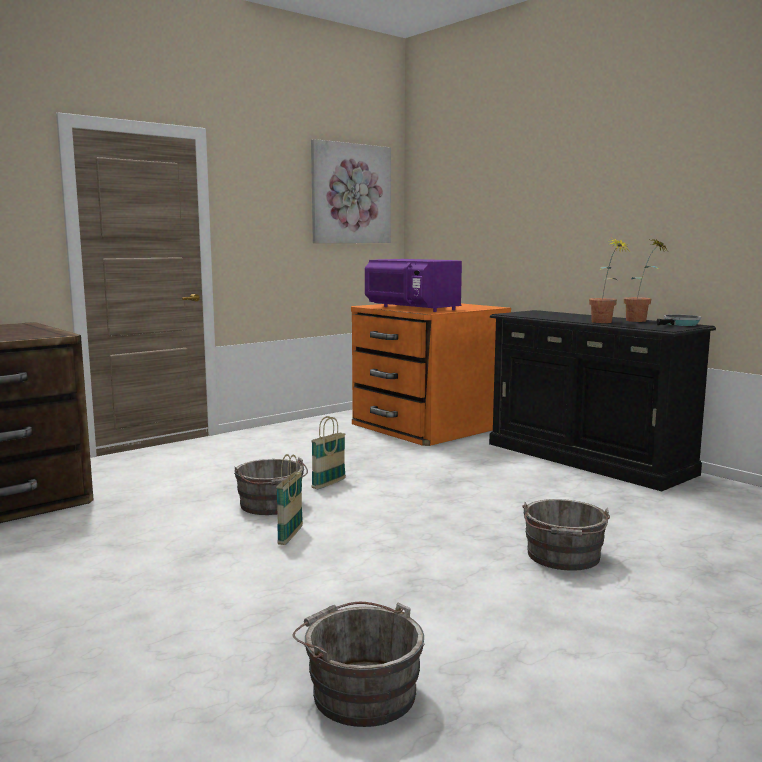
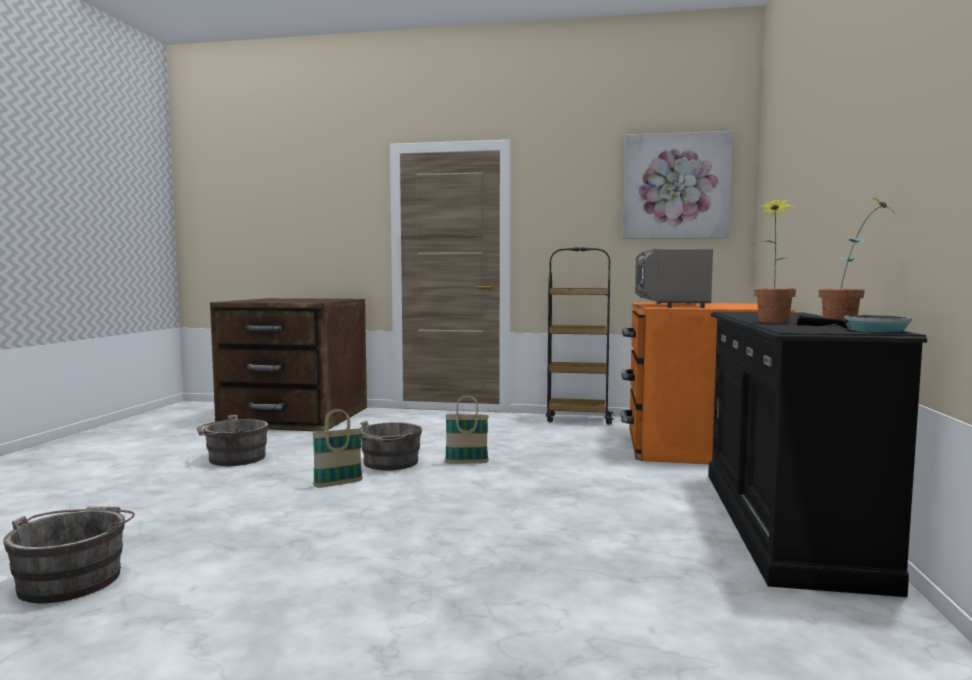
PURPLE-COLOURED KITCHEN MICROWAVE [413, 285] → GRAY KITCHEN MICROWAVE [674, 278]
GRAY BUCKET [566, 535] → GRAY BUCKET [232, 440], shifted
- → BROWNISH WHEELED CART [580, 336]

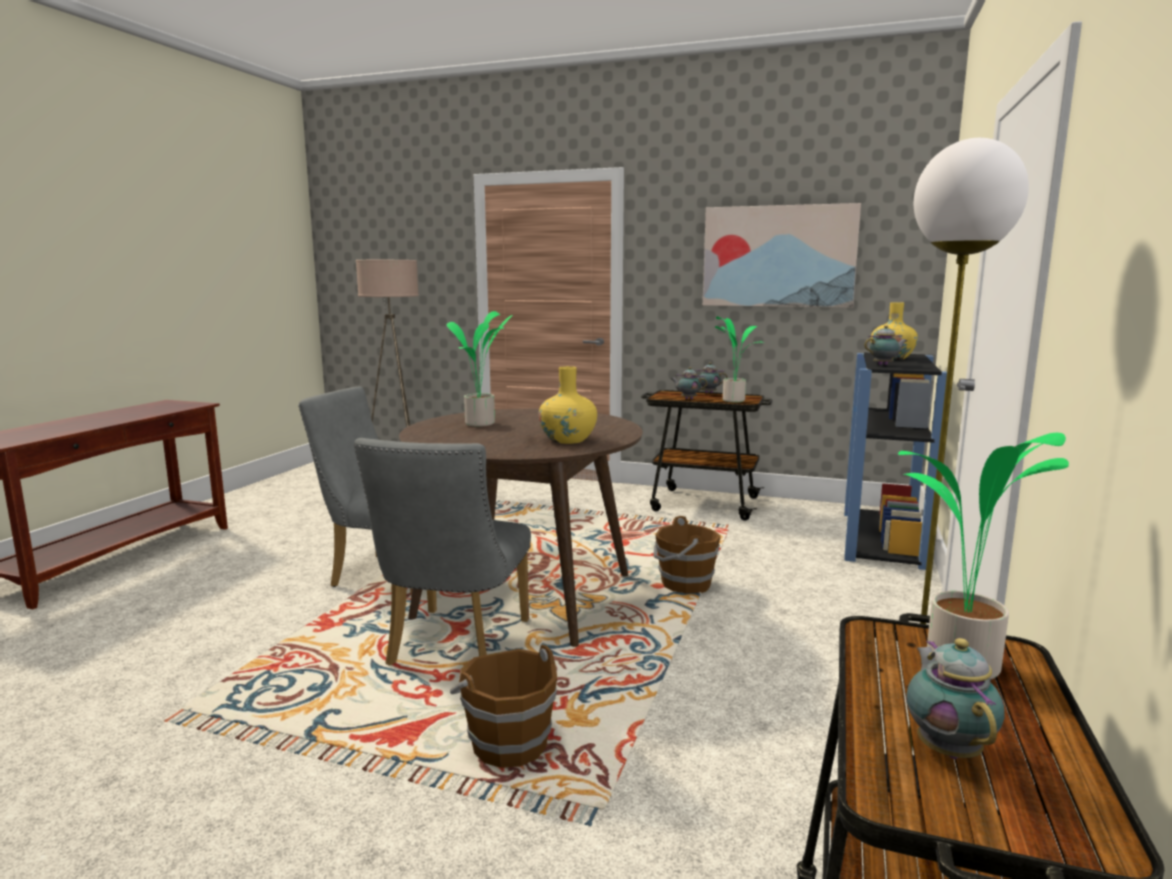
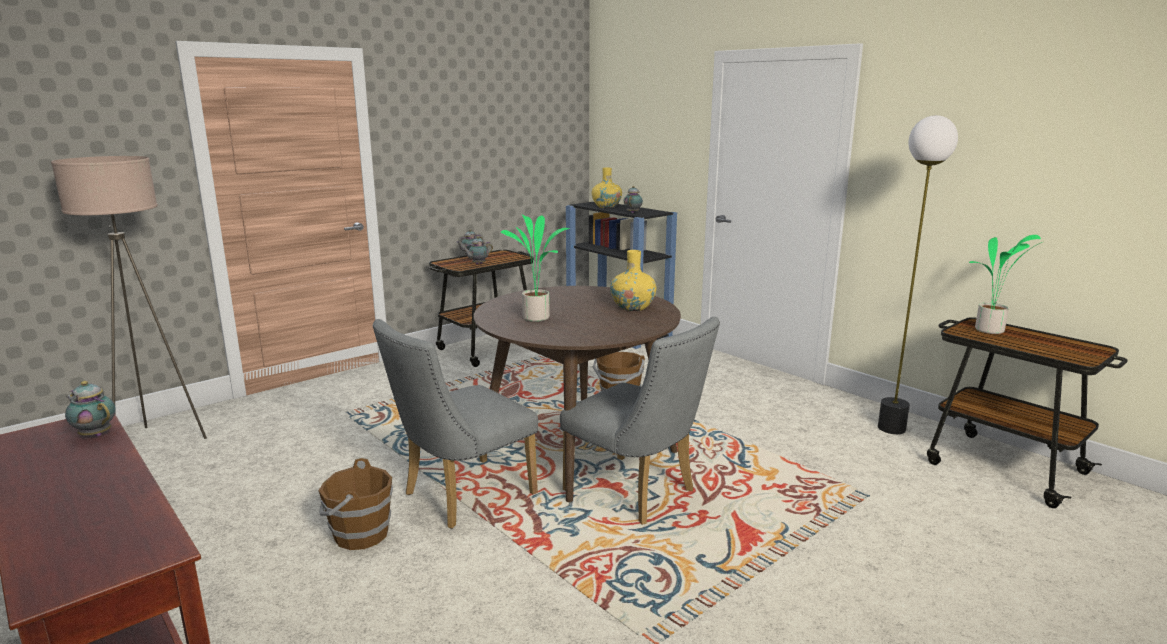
BROWNISH BUCKET [503, 706] → BROWNISH BUCKET [355, 504], shifted
WALL PICTURE [782, 255] → -
PLANT IN A POT [739, 359] → -
TEAPOT [955, 698] → TEAPOT [90, 409], shifted

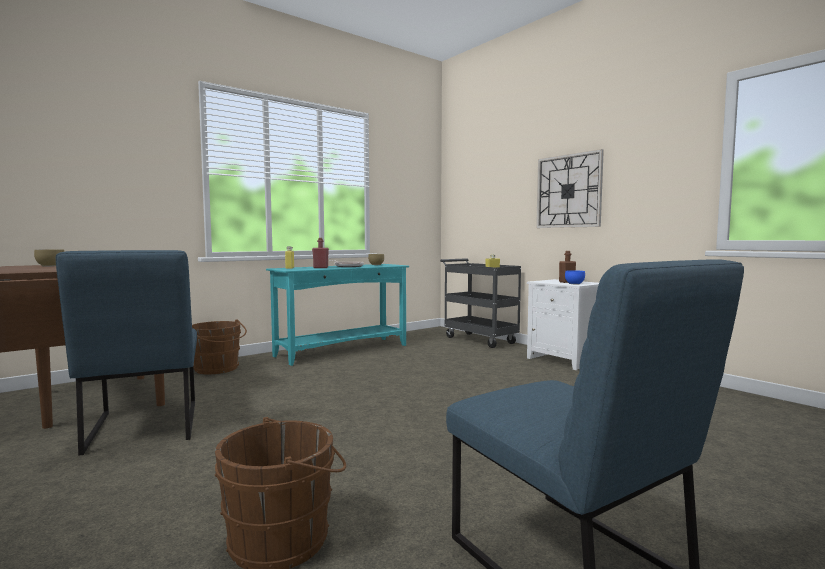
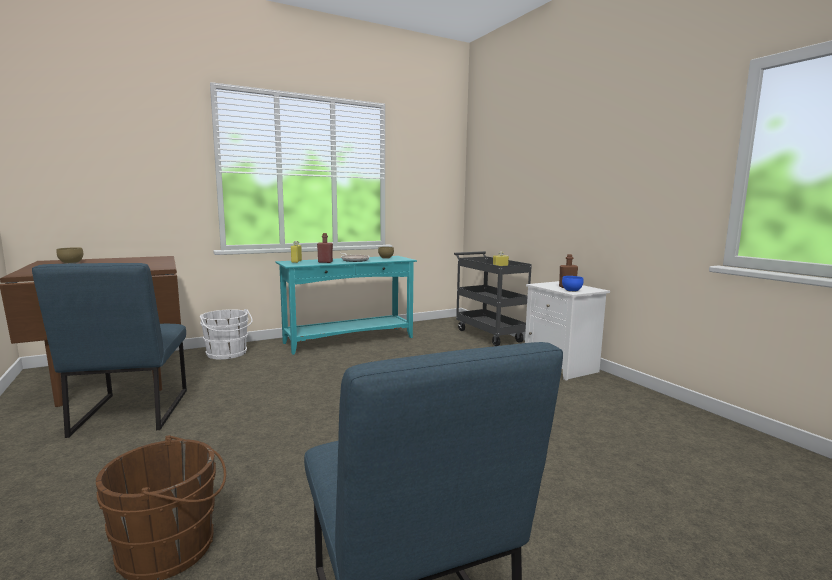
BROWNISH BUCKET [219, 346] → WHITE-COLOURED BUCKET [226, 334]
WALL CLOCK [570, 188] → -

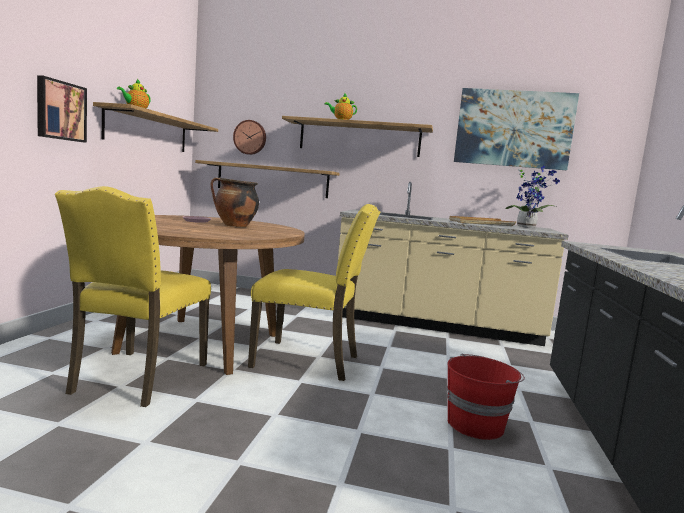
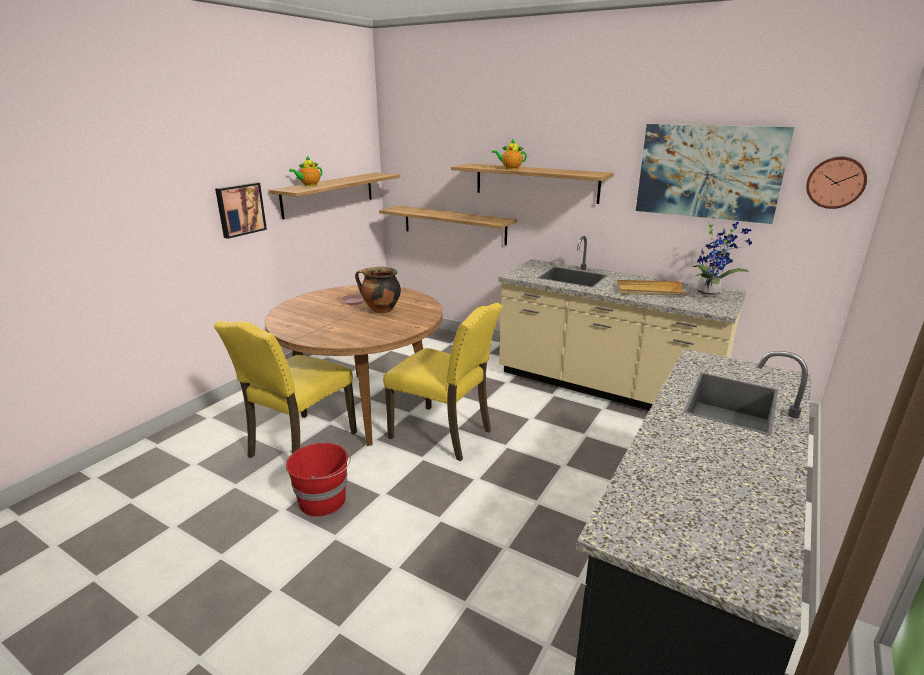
WALL CLOCK [249, 137] → WALL CLOCK [836, 183], shifted
REDDISH BUCKET [486, 397] → REDDISH BUCKET [318, 479], shifted

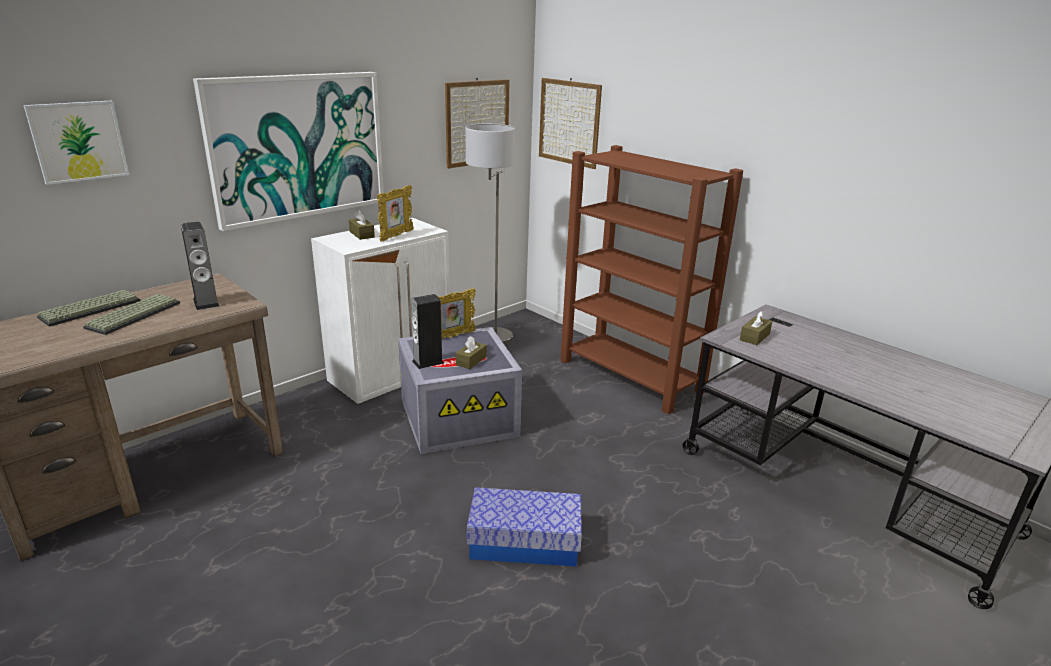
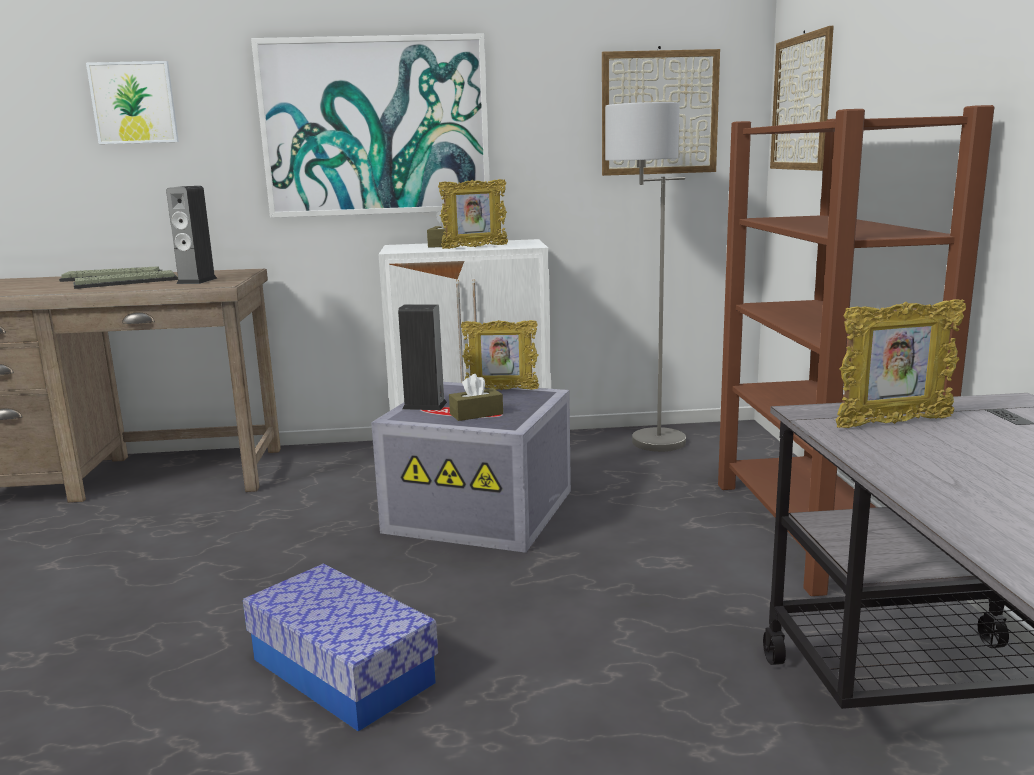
BROWNISH TISSUE HOLDER [756, 328] → STANDING FRAME [901, 363]

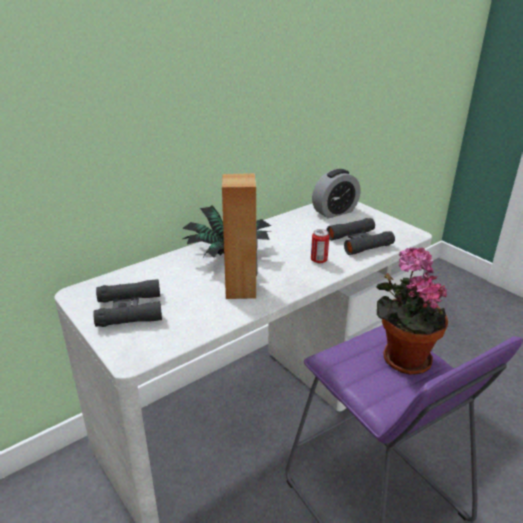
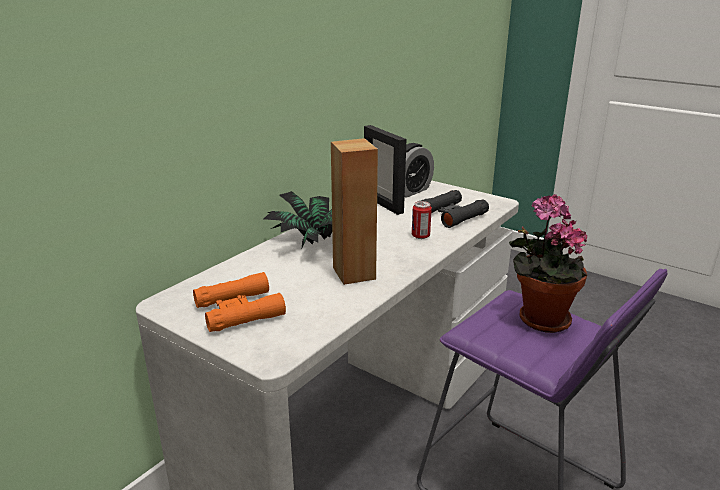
BLACKISH FIELD GLASSES [128, 303] → ORANGE FIELD GLASSES [239, 302]
- → STANDING FRAME [385, 170]

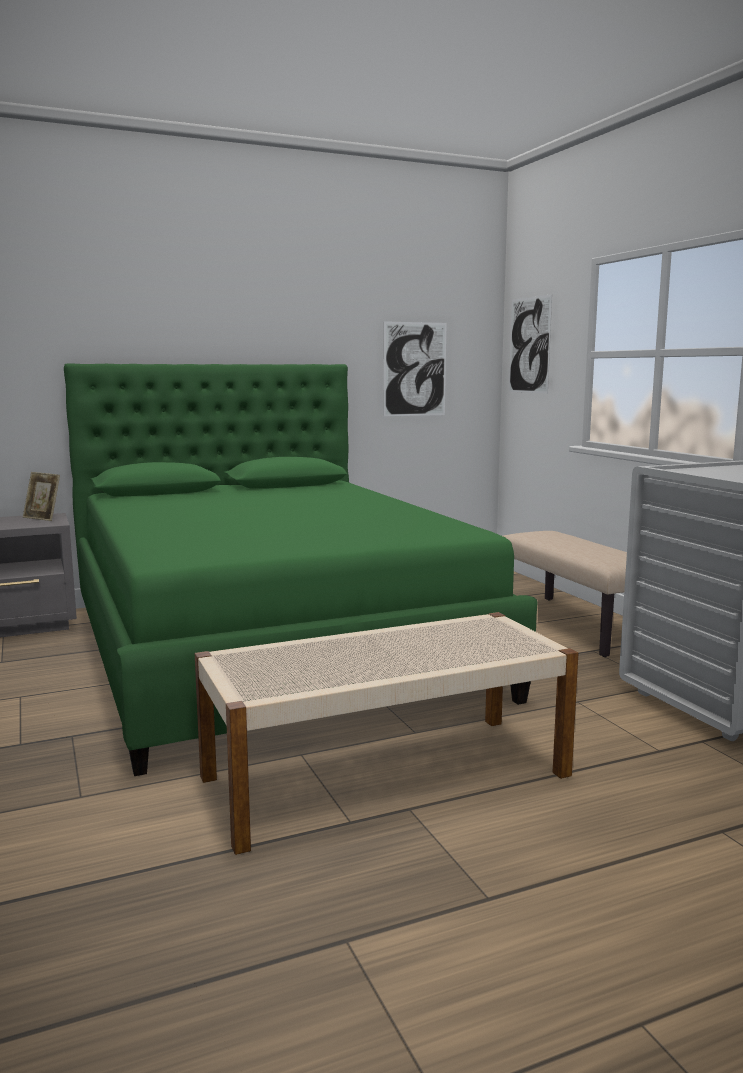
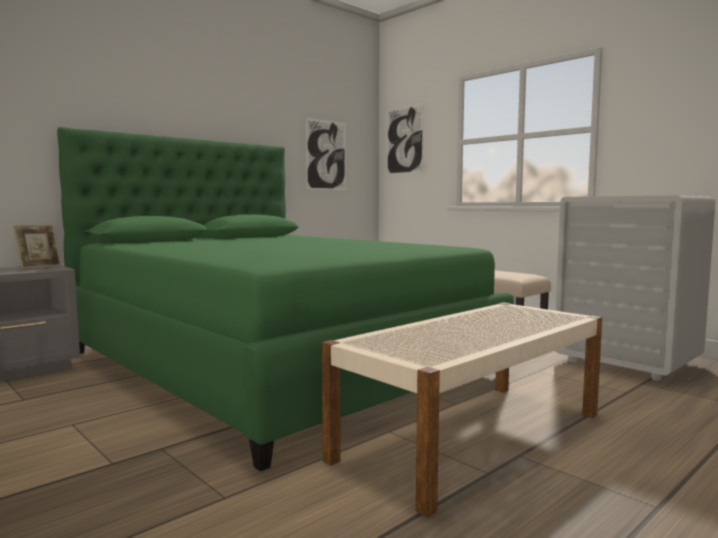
STANDING FRAME [41, 496] → STANDING FRAME [37, 247], 60 degrees counterclockwise

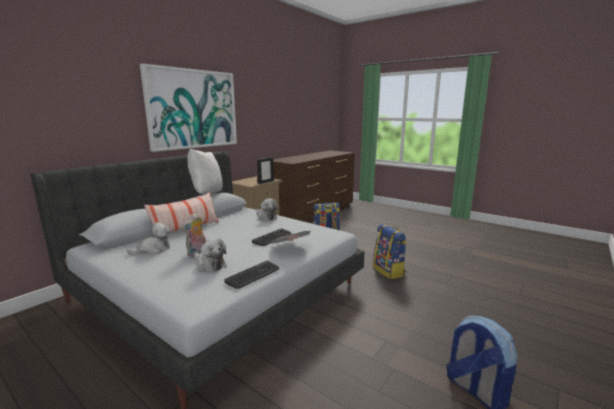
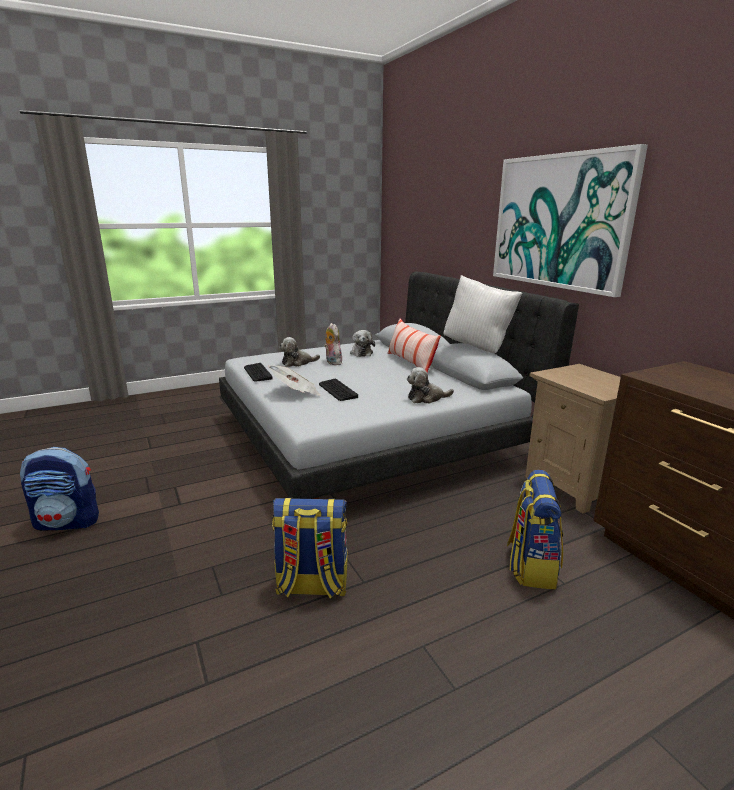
STANDING FRAME [265, 170] → -

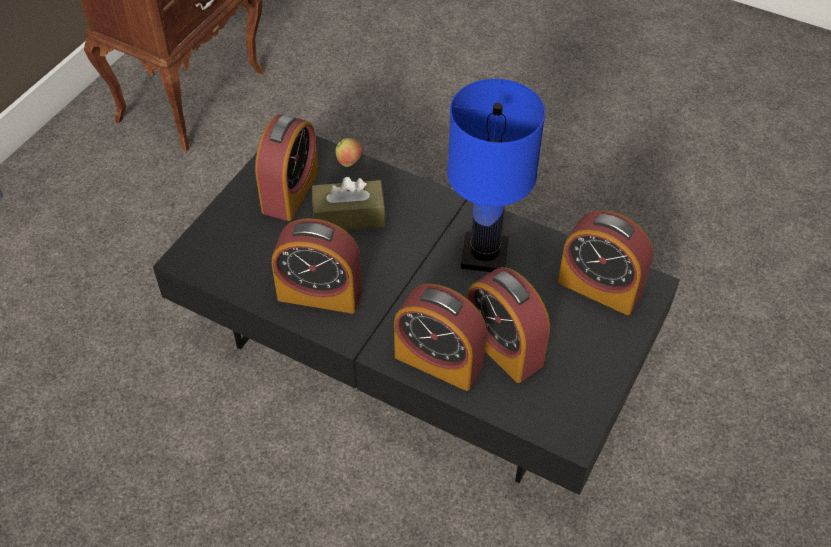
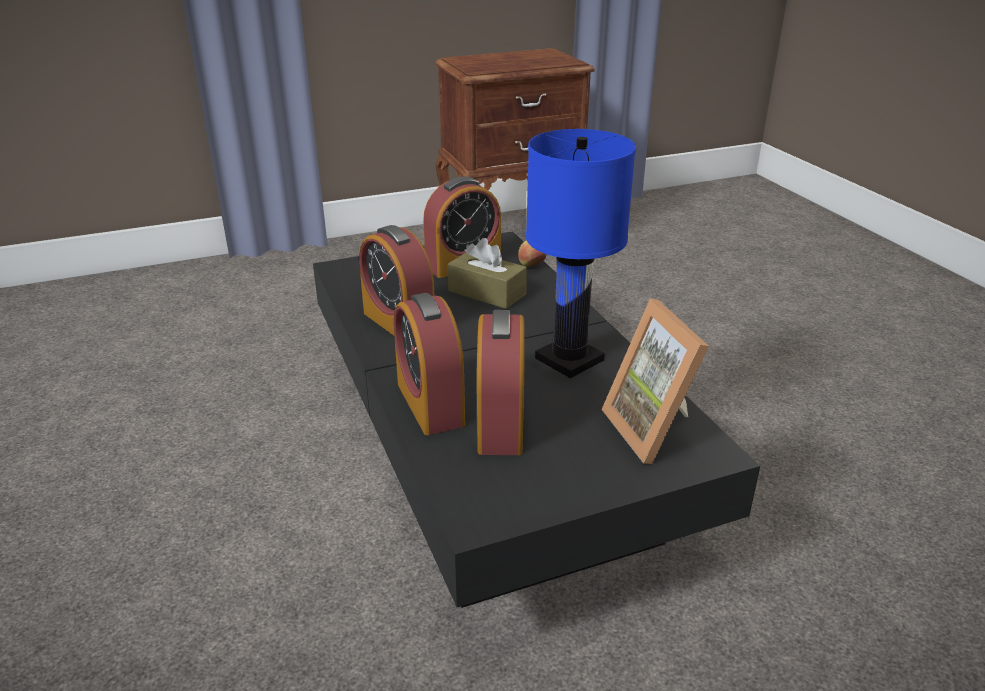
TABLE CLOCK [605, 262] → STANDING FRAME [655, 381]

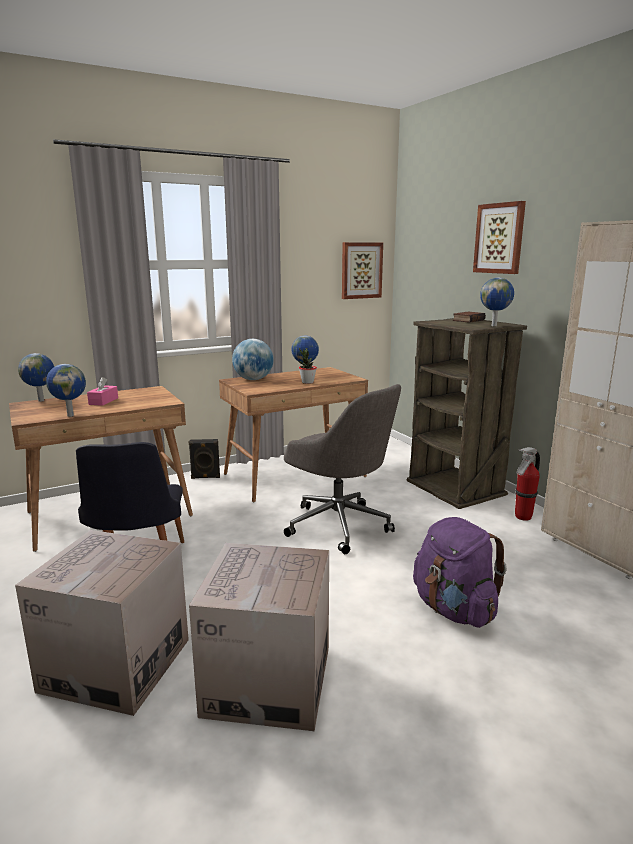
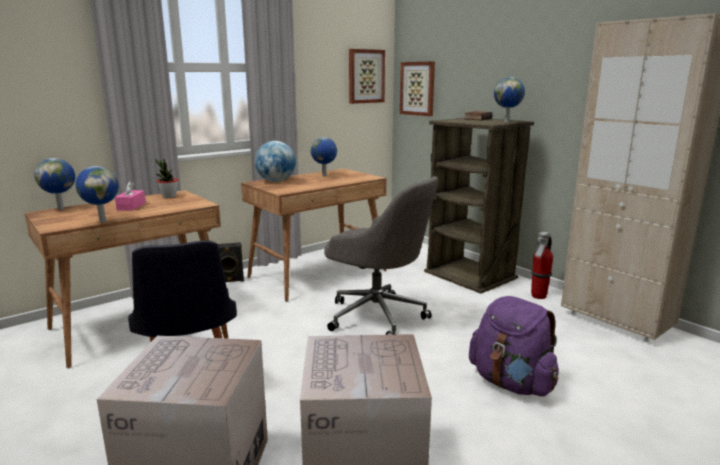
PLANT IN A POT [307, 366] → PLANT IN A POT [166, 178], shifted
WALL PICTURE [499, 237] → WALL PICTURE [417, 88], shifted

